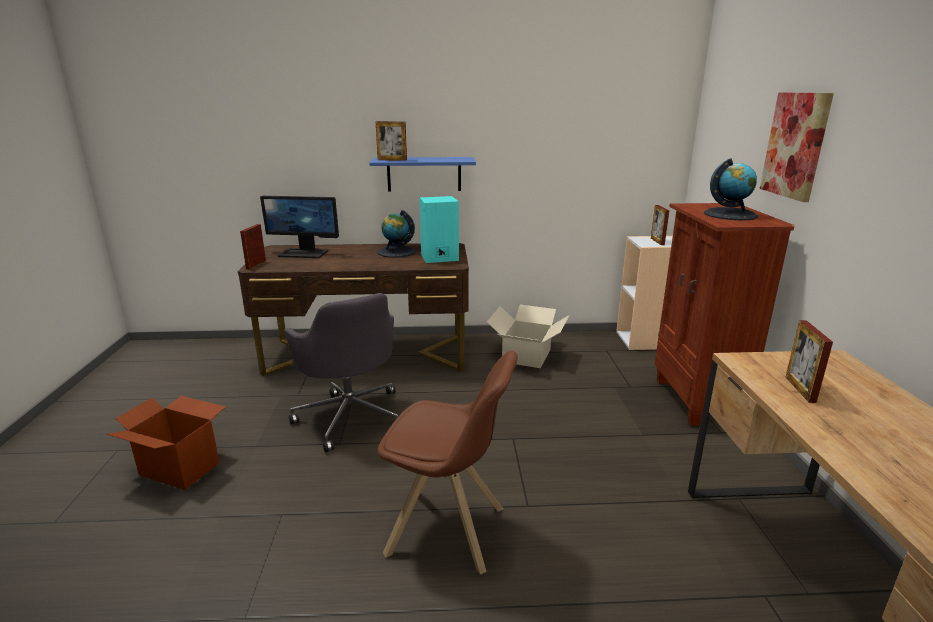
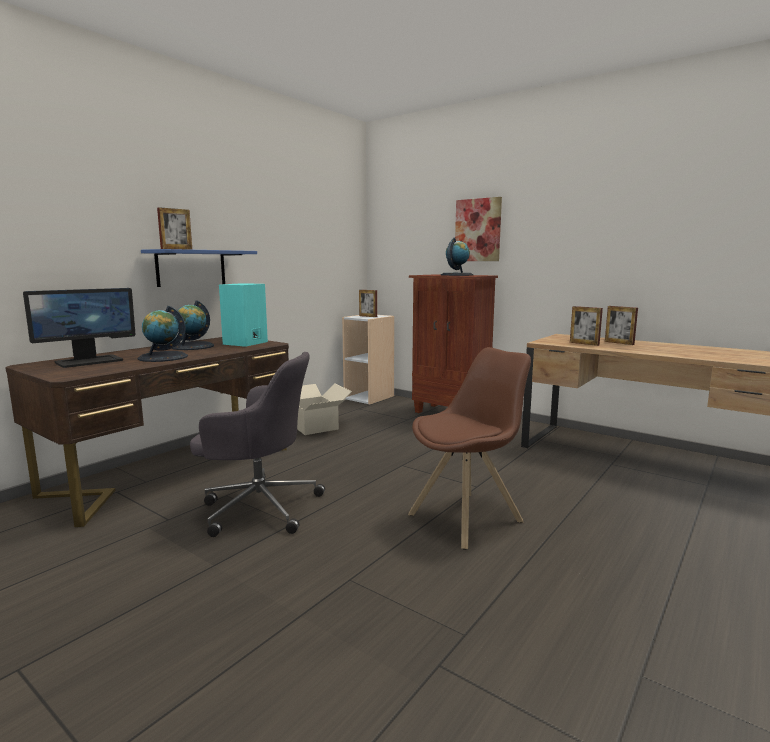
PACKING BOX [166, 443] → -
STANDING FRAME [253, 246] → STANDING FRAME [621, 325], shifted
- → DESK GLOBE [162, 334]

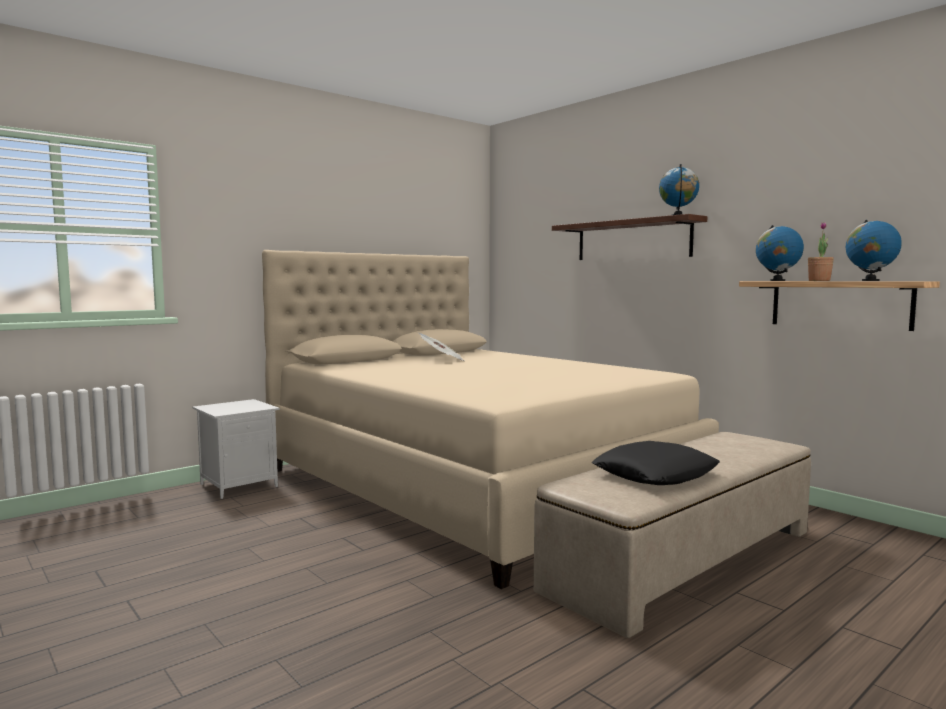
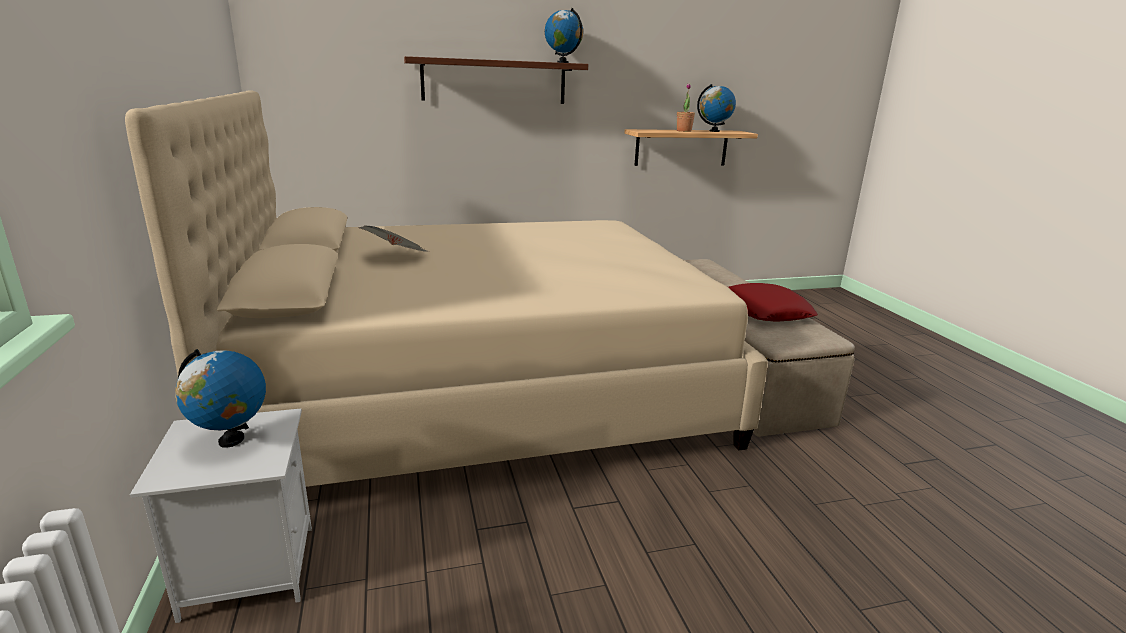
BLACKISH THROW PILLOW [656, 463] → REDDISH THROW PILLOW [772, 302]
DESK GLOBE [780, 253] → DESK GLOBE [220, 398], shifted

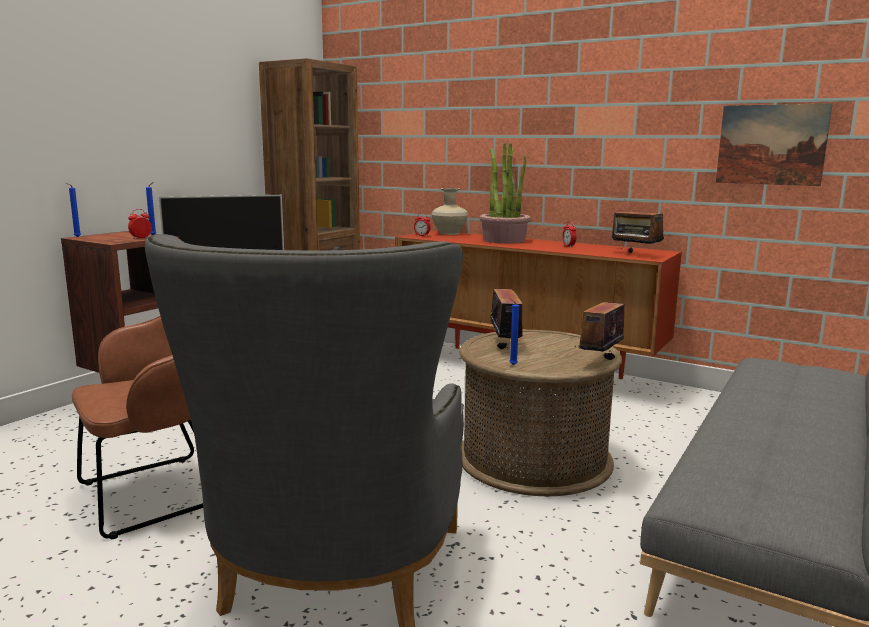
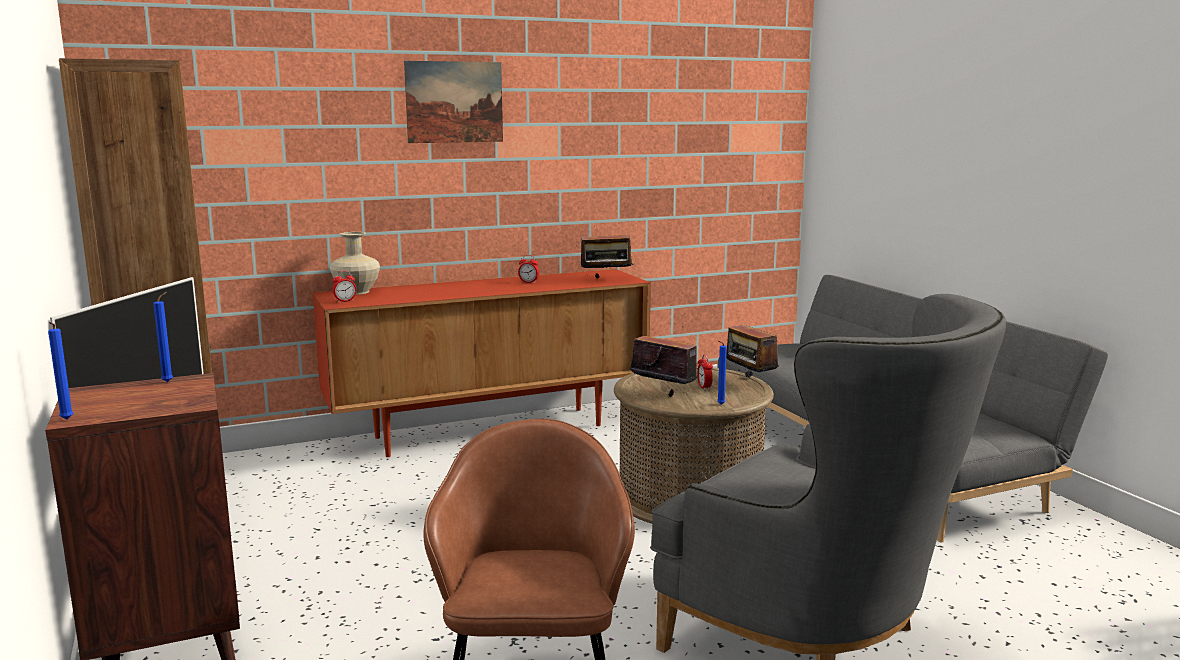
TABLE CLOCK [140, 224] → TABLE CLOCK [705, 372], shifted
PLANT IN A POT [505, 193] → -
WALL PICTURE [774, 144] → WALL PICTURE [453, 102], shifted

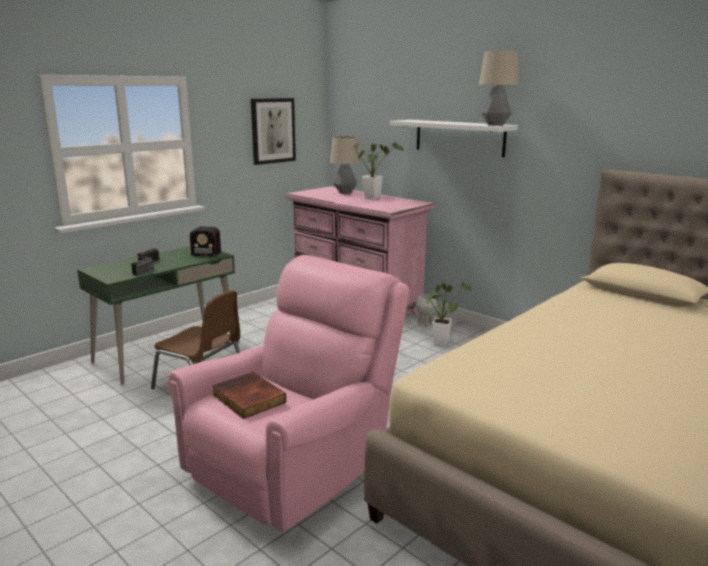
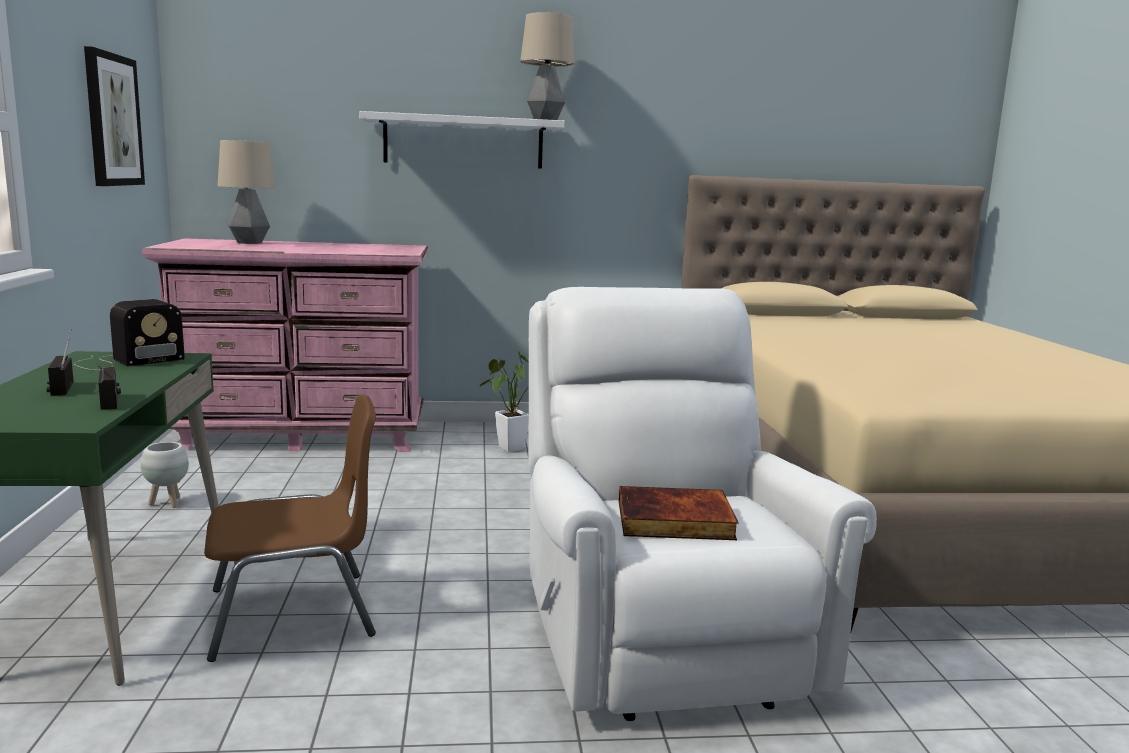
PINK-COLOURED LOUNGE CHAIR [288, 394] → WHITE-COLOURED LOUNGE CHAIR [702, 504]
PLANT IN A POT [378, 170] → -
WHITE-COLOURED PLANT POT [426, 310] → WHITE-COLOURED PLANT POT [165, 475], shifted

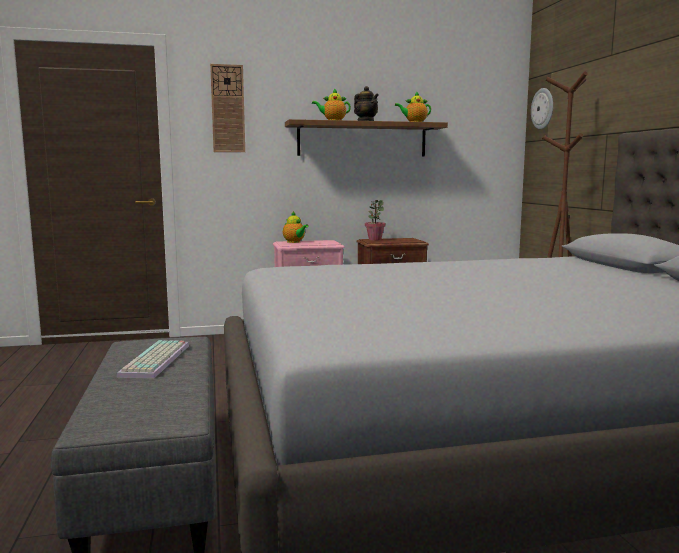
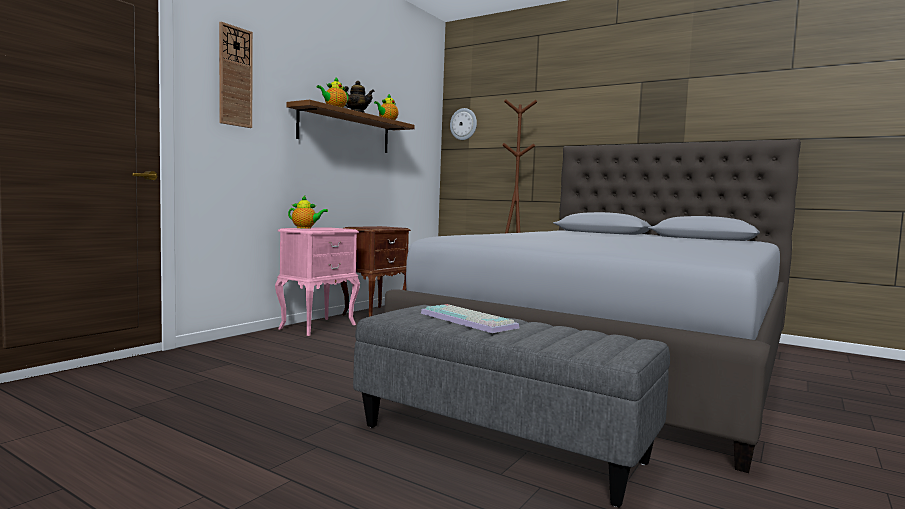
PLANT IN A POT [375, 220] → -

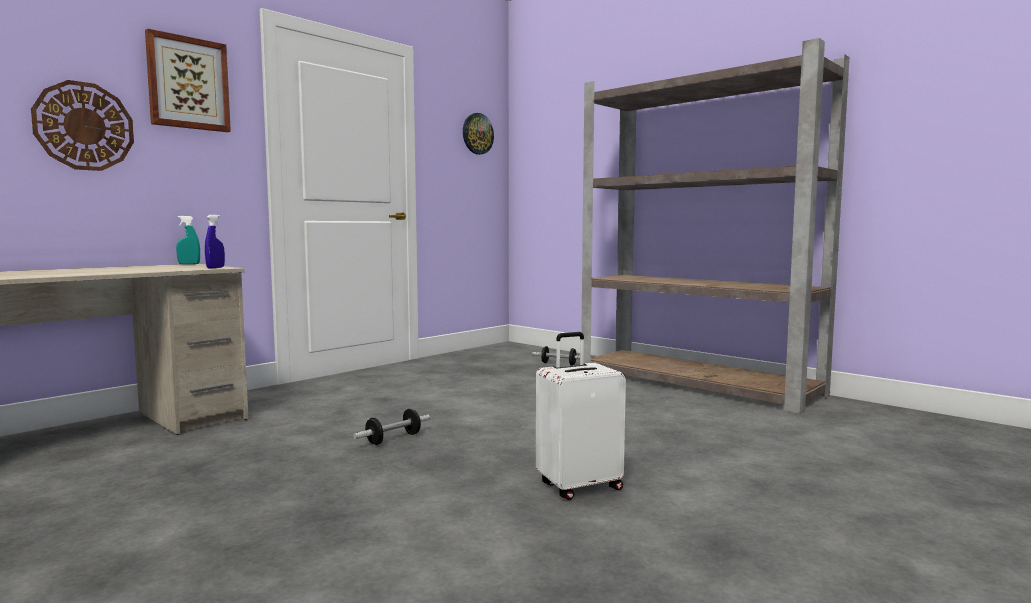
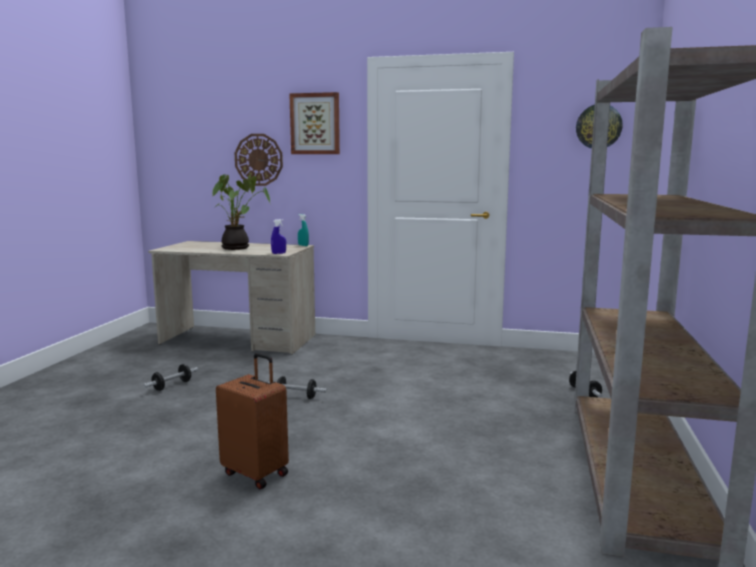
WHITE-COLOURED PIECE OF LUGGAGE [581, 416] → BROWNISH PIECE OF LUGGAGE [252, 421]
- → DUMBBELL [170, 377]
- → PLANT IN A POT [241, 212]

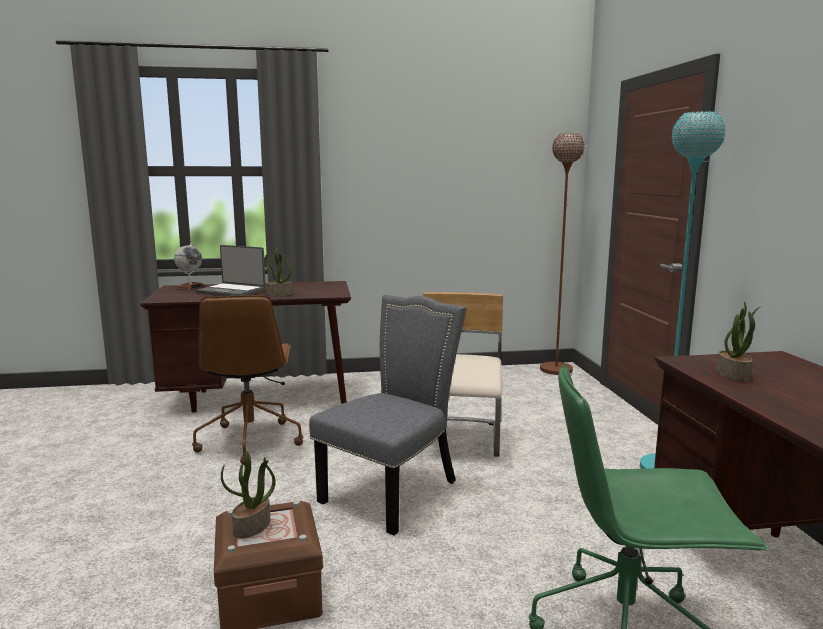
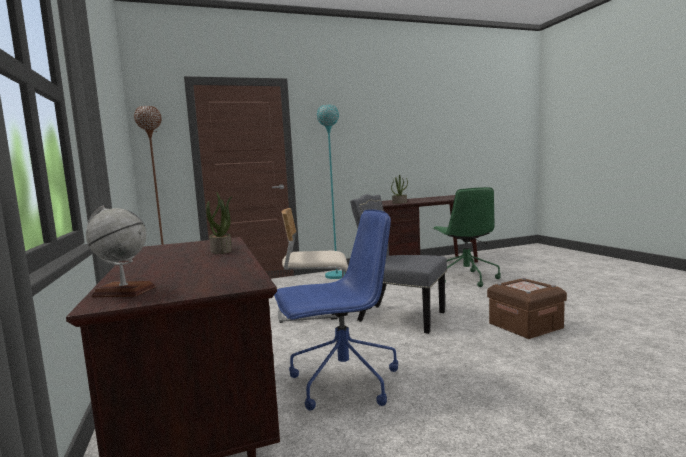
BROWNISH OFFICE CHAIR [247, 380] → BLUE-COLOURED OFFICE CHAIR [336, 310]
NOTEBOOK COMPUTER [230, 270] → -
PLANT IN A POT [248, 495] → -

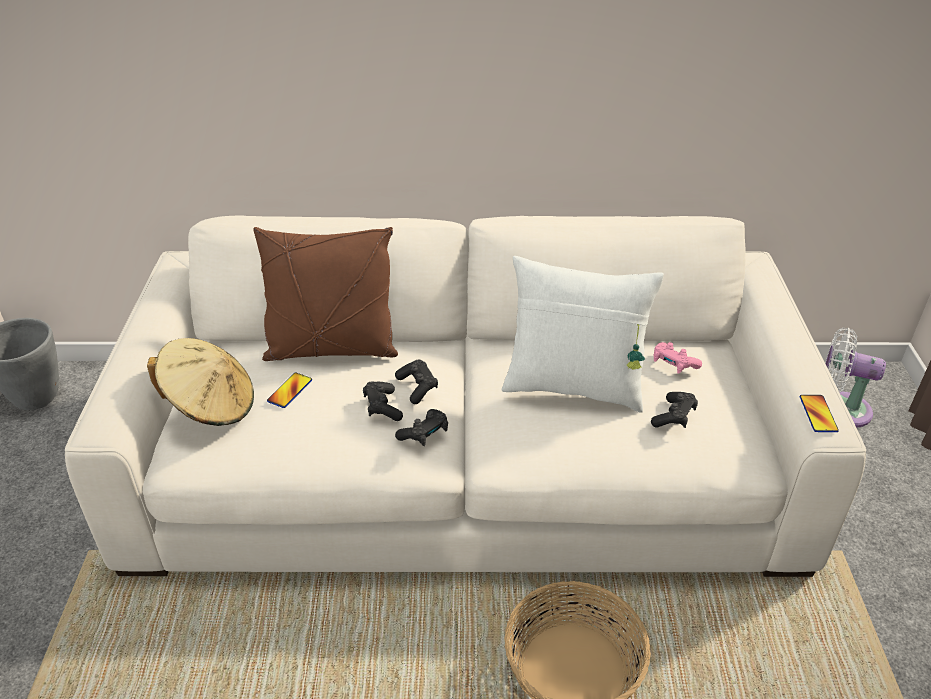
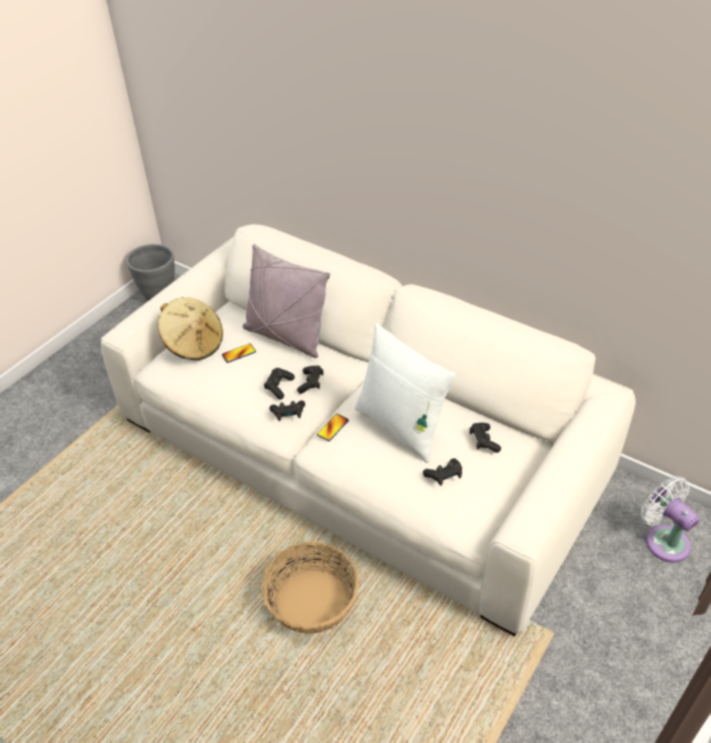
BROWNISH THROW PILLOW [325, 294] → PURPLE-COLOURED THROW PILLOW [286, 301]
PINK-COLOURED JOYPAD [678, 358] → BLACKISH JOYPAD [485, 438]
TELEPHONE [819, 413] → TELEPHONE [333, 427], shifted

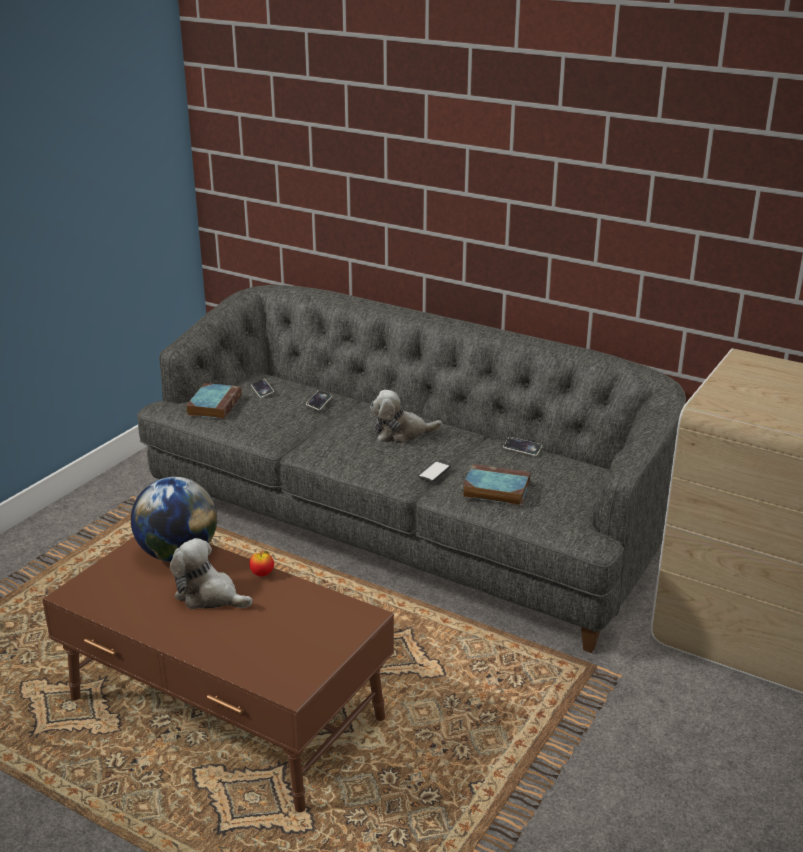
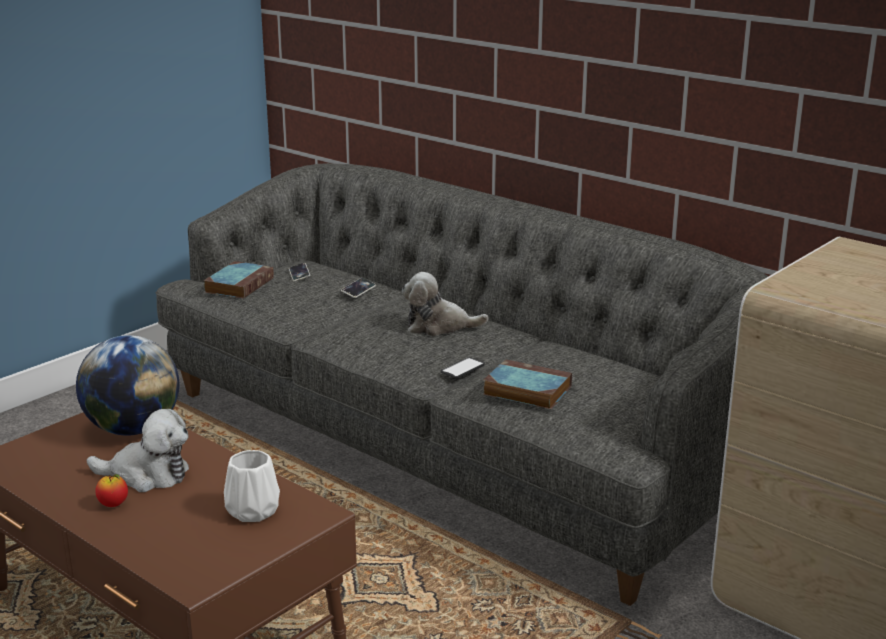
PLUSH TOY [211, 573] → PLUSH TOY [138, 450], 150 degrees clockwise
APPLE [261, 563] → APPLE [111, 490], shifted
TELEPHONE [522, 446] → -
- → WHITE-COLOURED DECORATIVE VASE [252, 486]

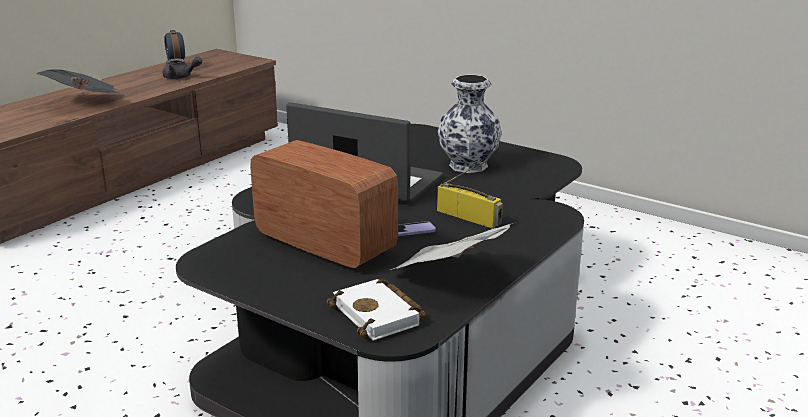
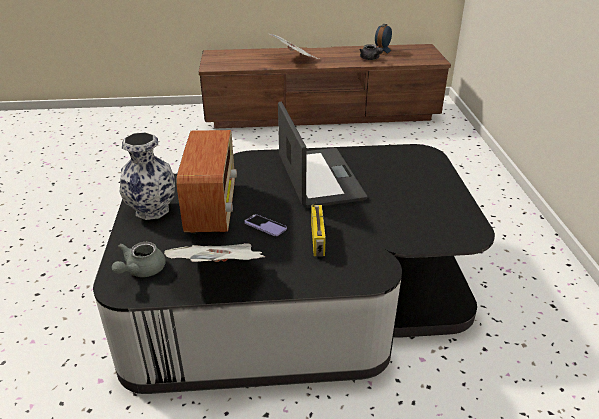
WHITE-COLOURED BOUND BOOK [376, 309] → GRAY TEAPOT [139, 259]
DECORATIVE VASE [470, 123] → DECORATIVE VASE [147, 176], shifted

